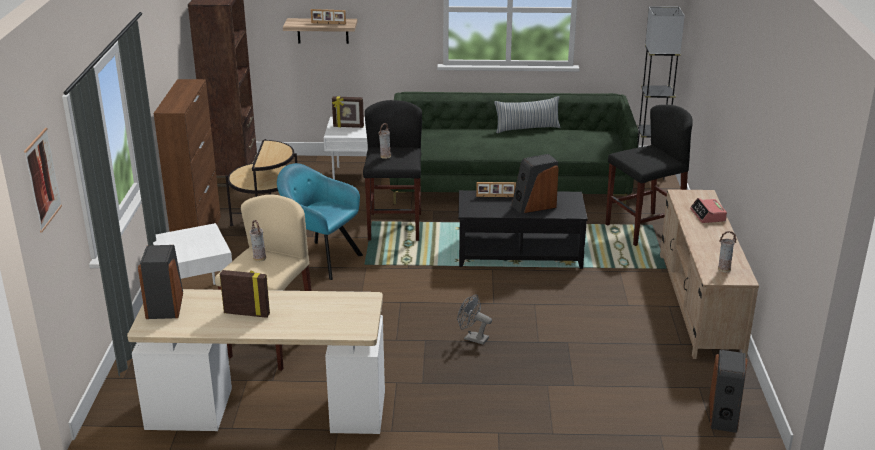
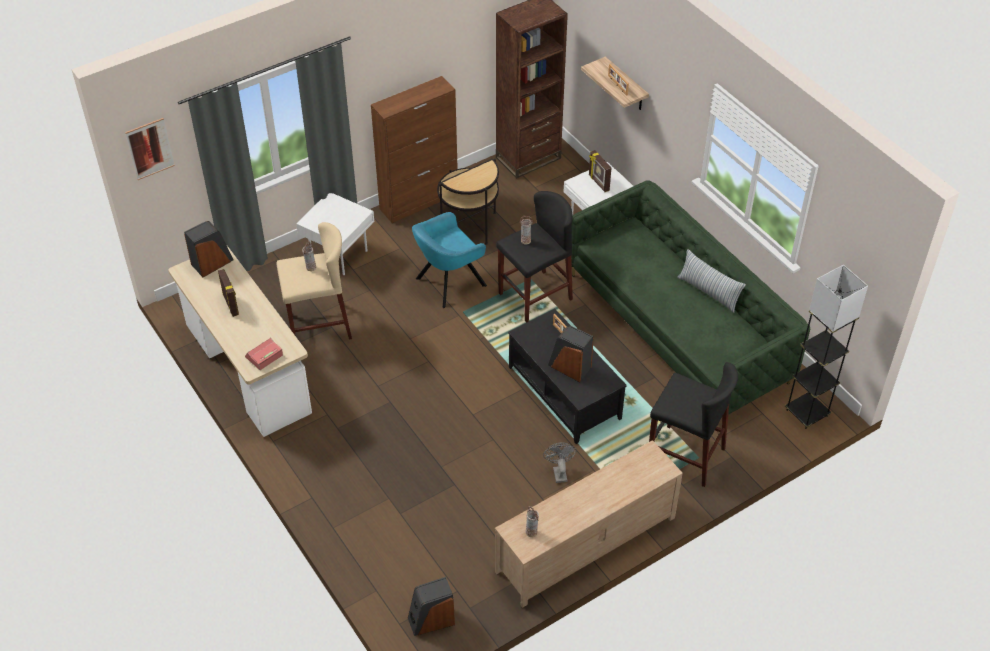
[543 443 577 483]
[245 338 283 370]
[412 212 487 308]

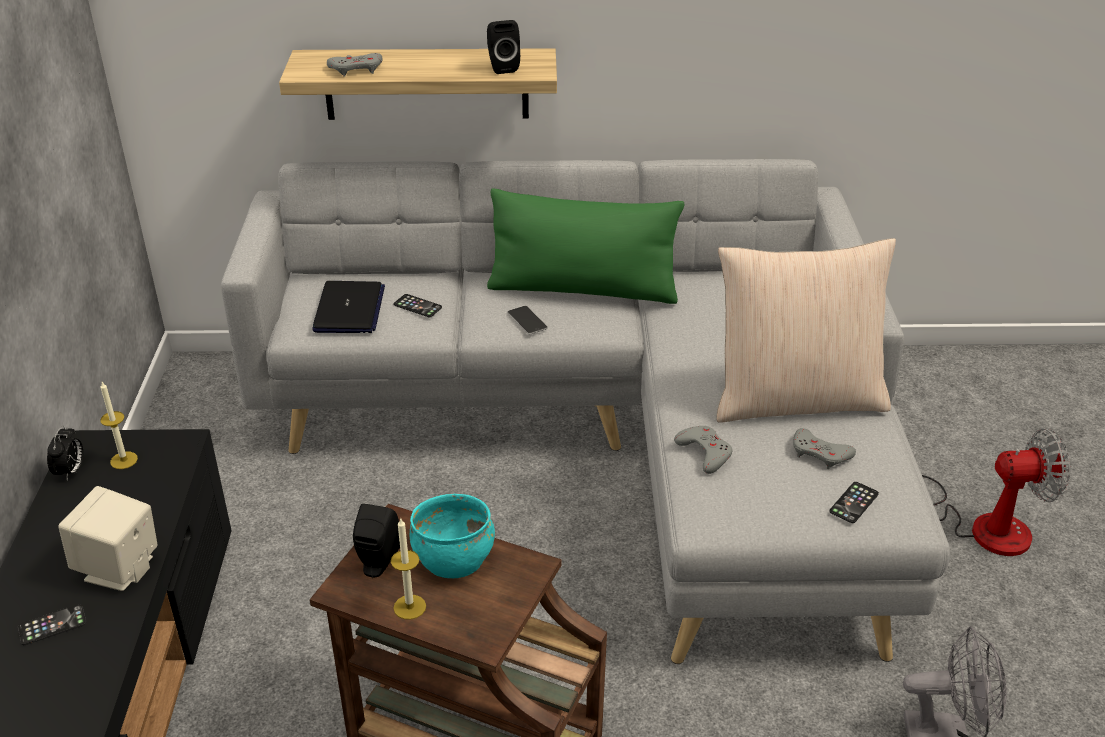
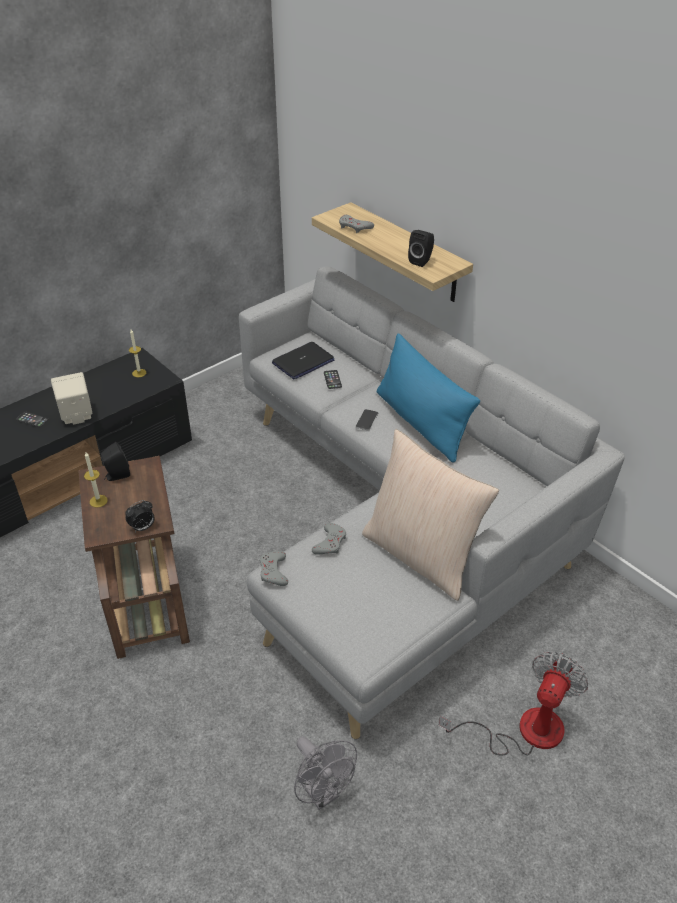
[409 494 495 578] (first image)
[829 482 879 523] (first image)
[125 500 155 532]
[260 551 288 586]
[377 333 480 463]
[439 652 588 756]

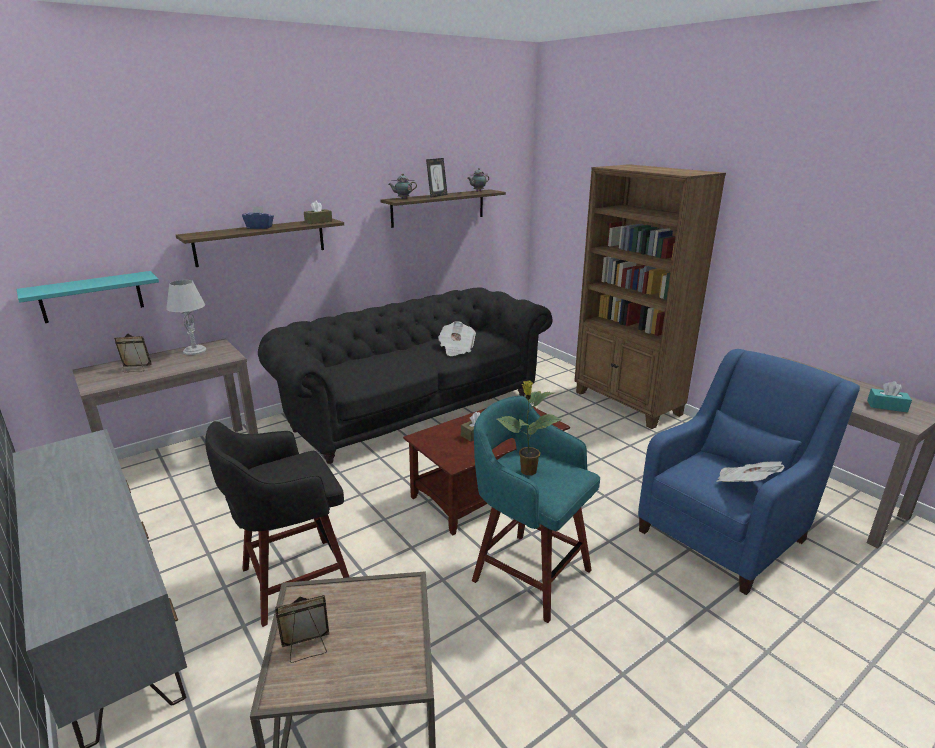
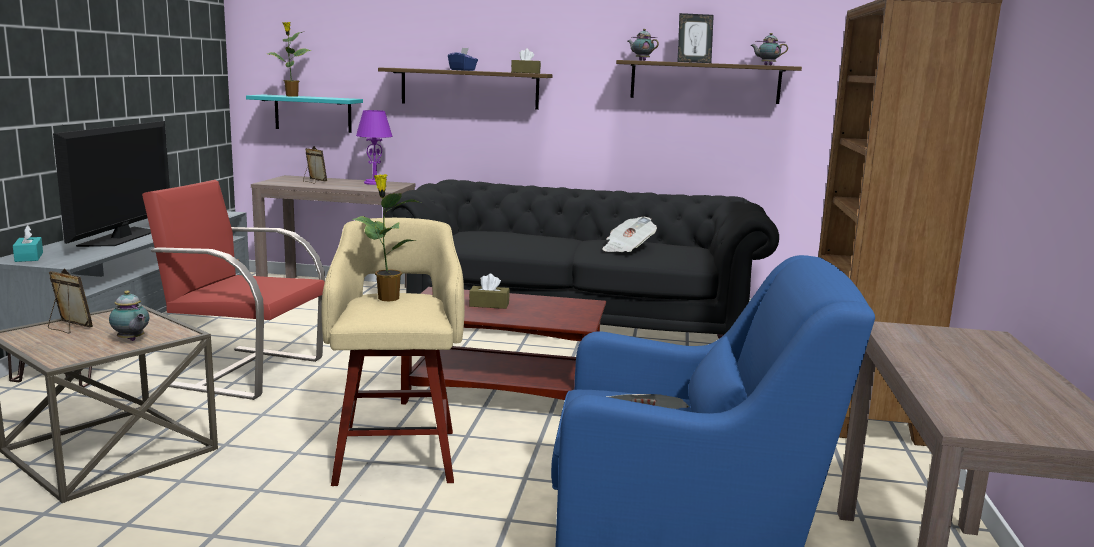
[53 121 170 247]
[109 291 149 341]
[267 22 312 97]
[13 225 43 262]
[142 180 325 400]
[356 110 392 185]
[321 218 465 486]

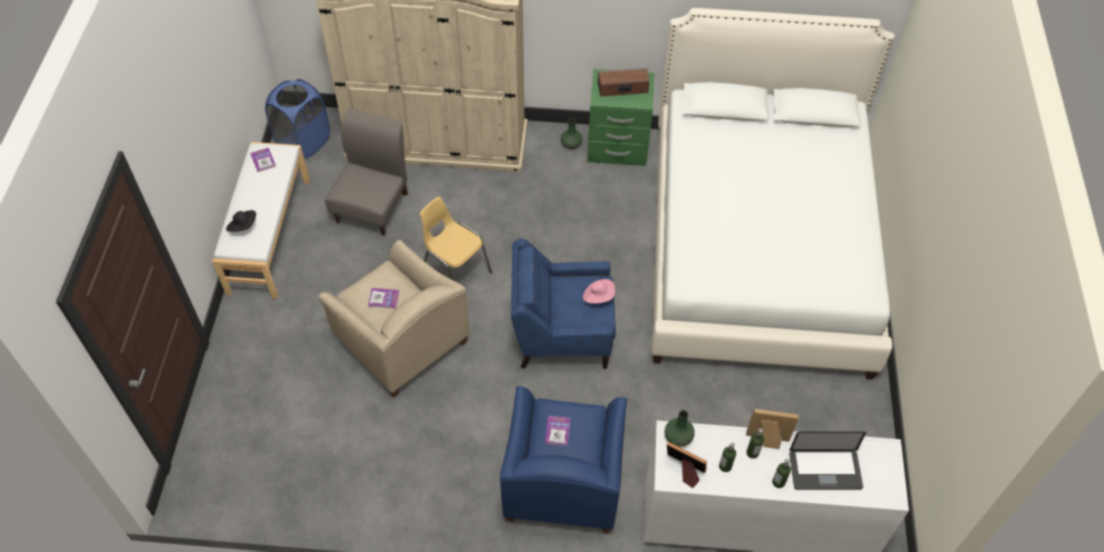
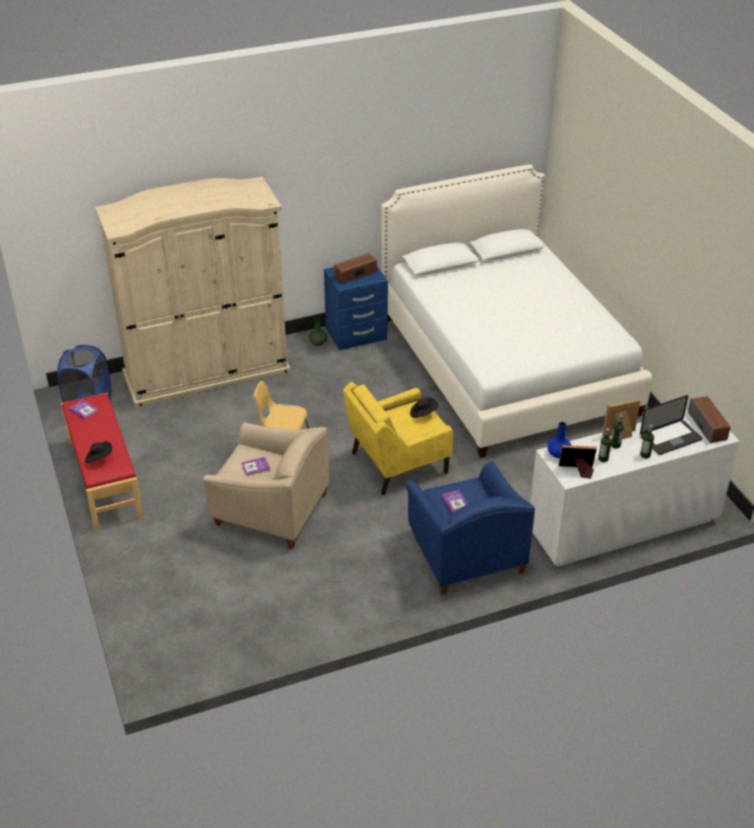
[325 109 408 236] (first image)
[688 396 731 443]
[61 393 144 531]
[343 382 453 495]
[410 398 438 418]
[324 266 388 350]
[547 422 572 458]

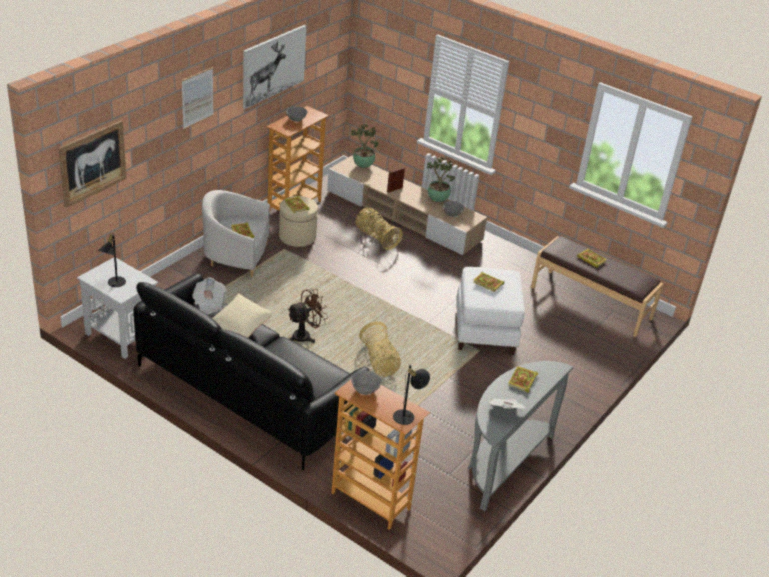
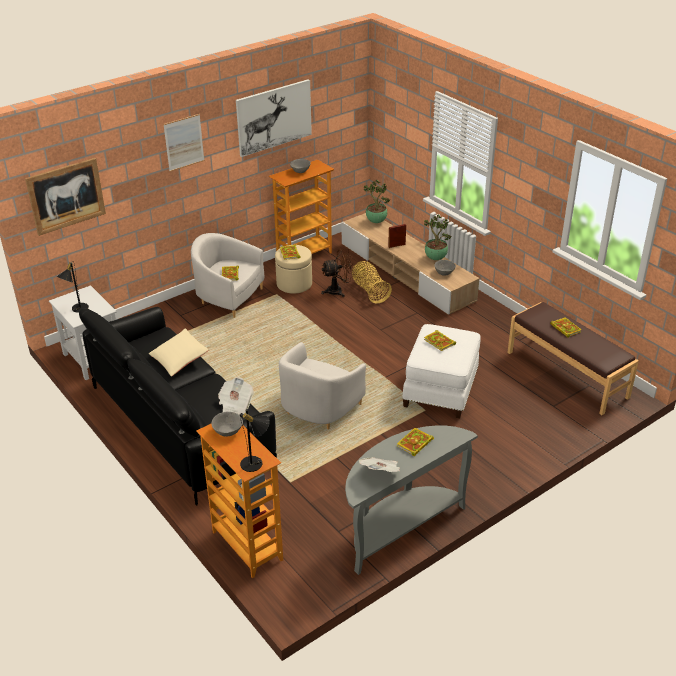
[218 377 254 415]
[321 249 354 297]
[279 342 366 429]

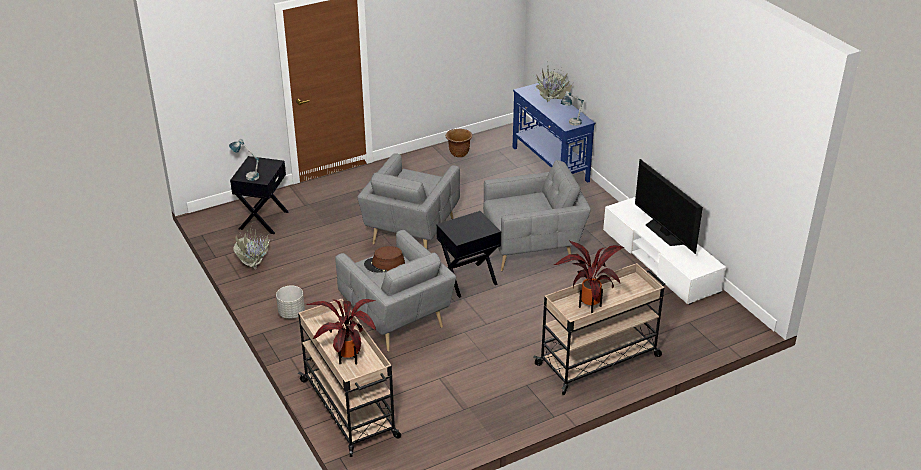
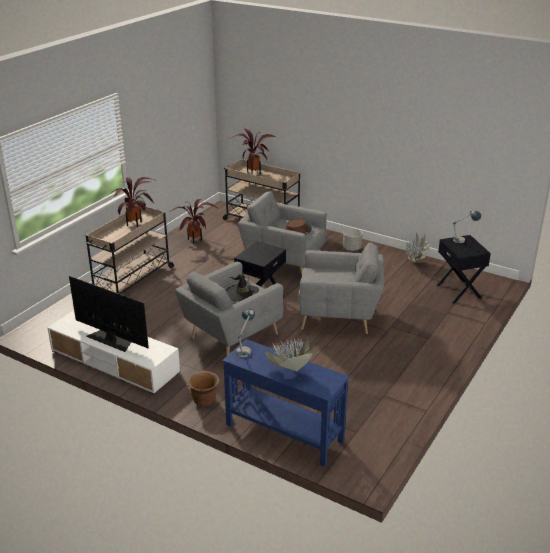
[169 199 217 244]
[226 274 259 302]
[188 371 219 406]
[298 243 384 334]

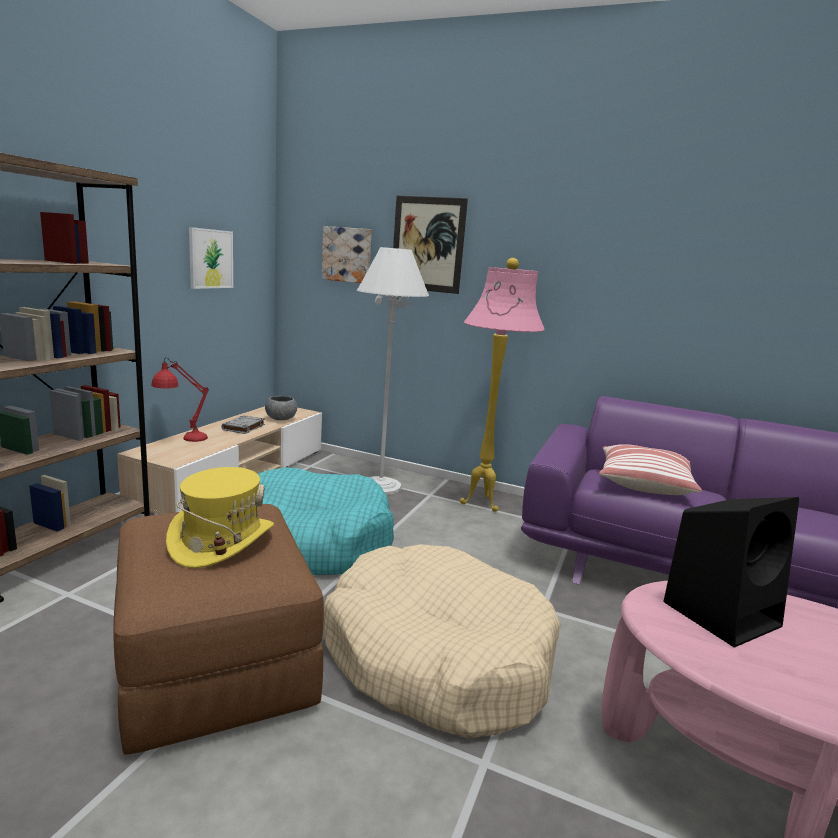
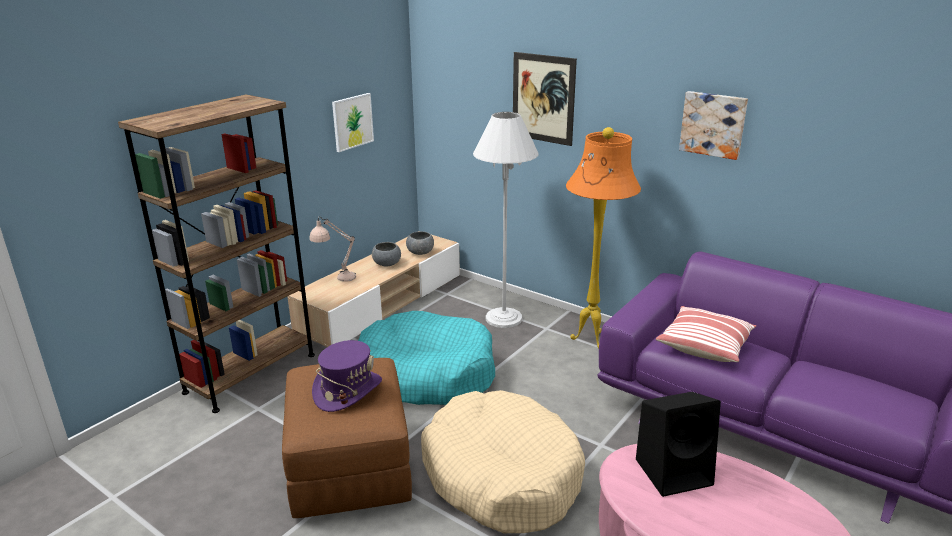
[679 91 748 160]
[372 242 401 267]
[309 216 356 282]
[312 340 382 412]
[566 127 641 349]

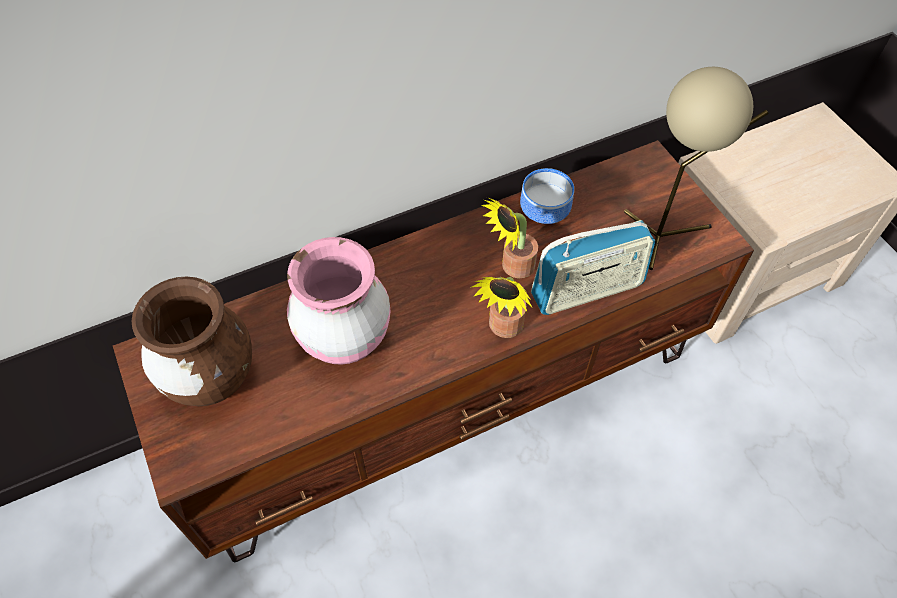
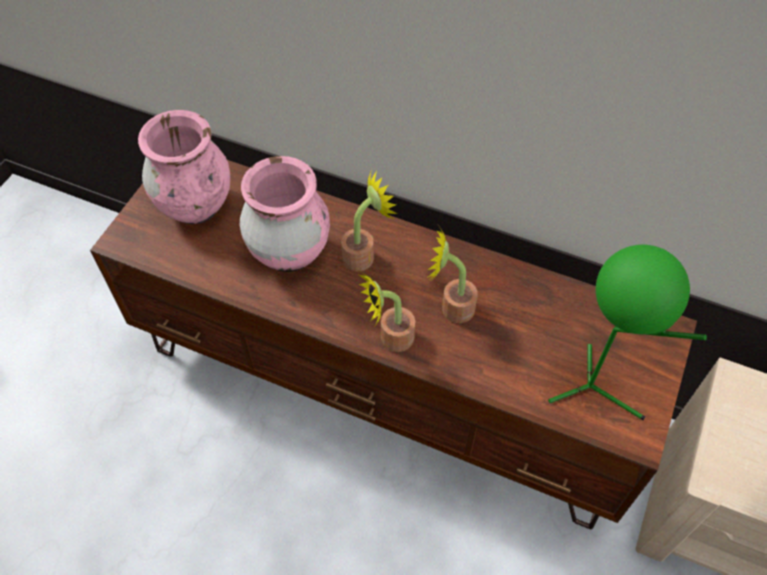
[520 168 574 224] (first image)
[531 220 655 315] (first image)
[341 169 398 271]
[138 110 230 224]
[548 245 707 420]

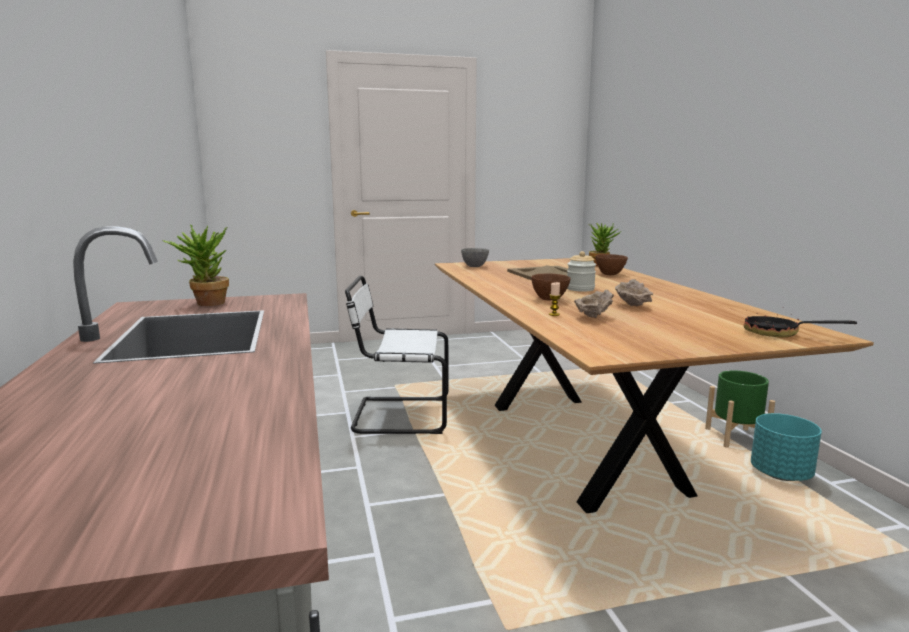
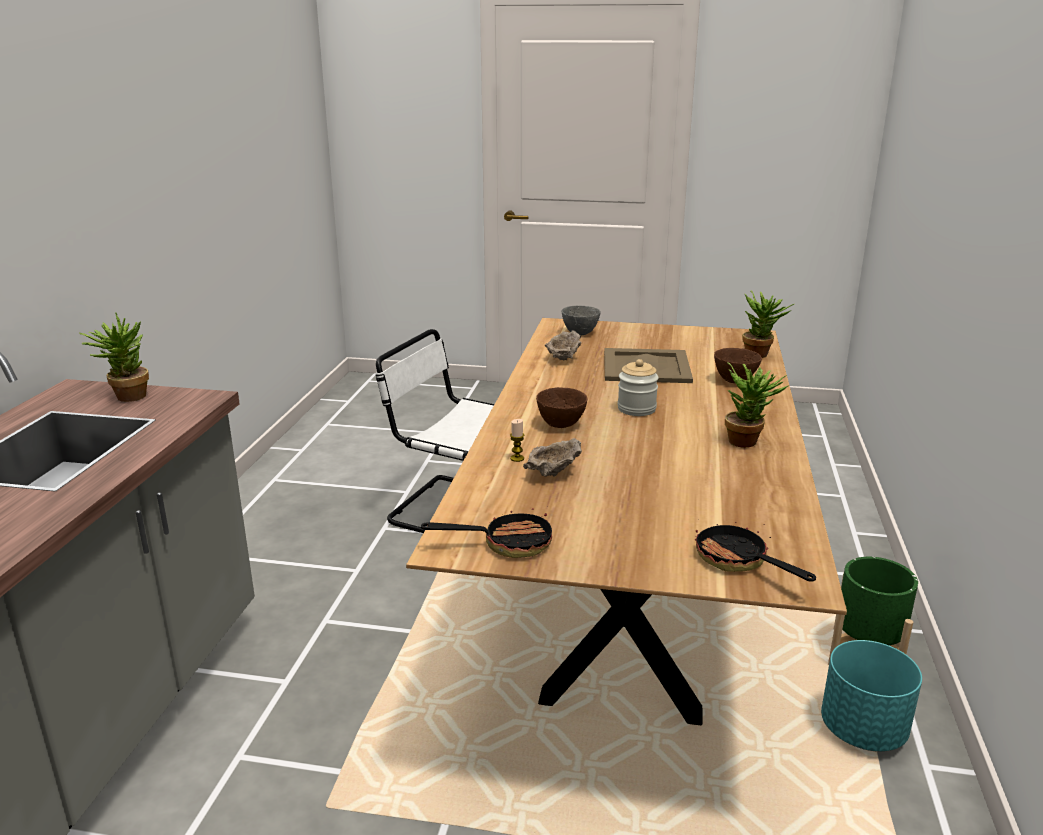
[421 508 552 558]
[725 362 788 448]
[545 330 581 360]

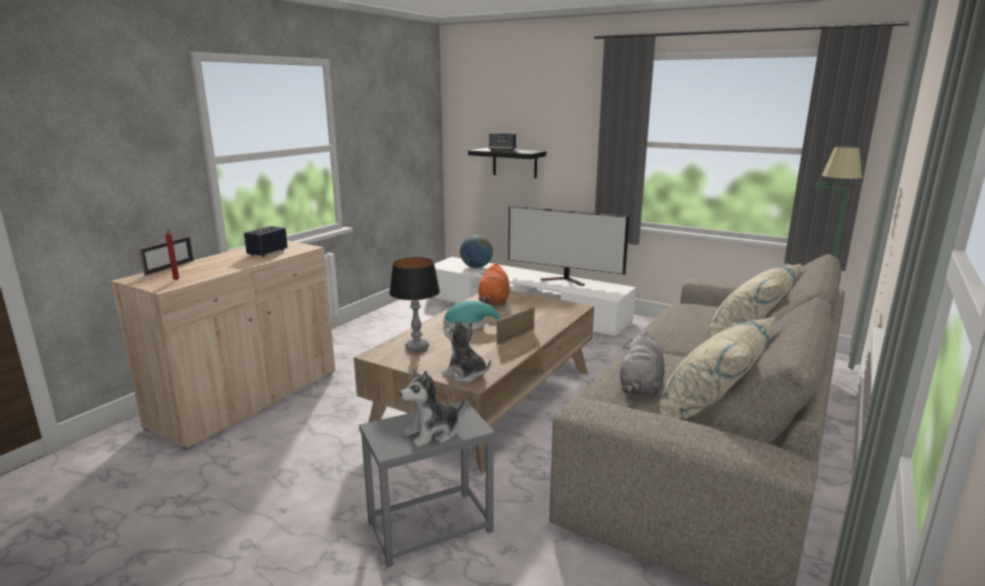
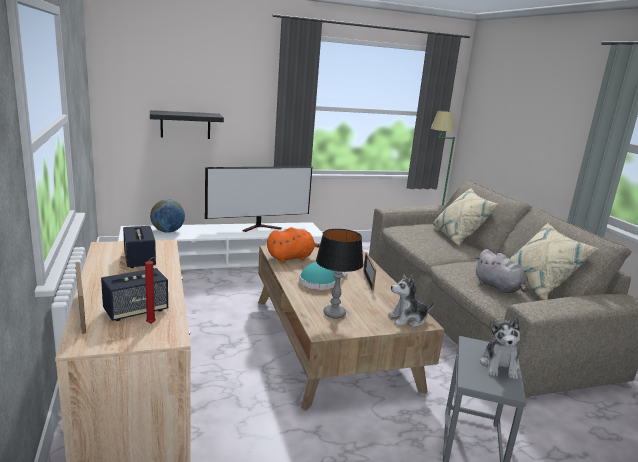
[101 268 168 321]
[267 227 320 262]

